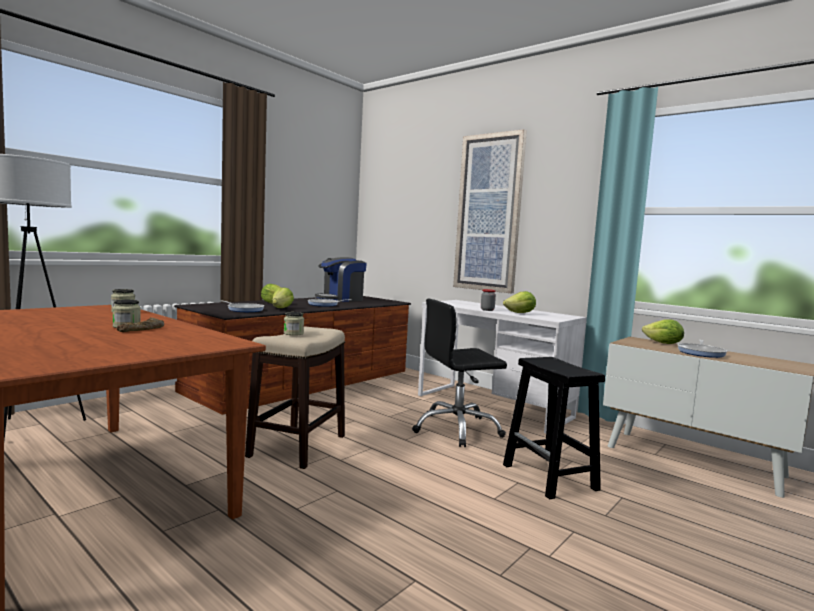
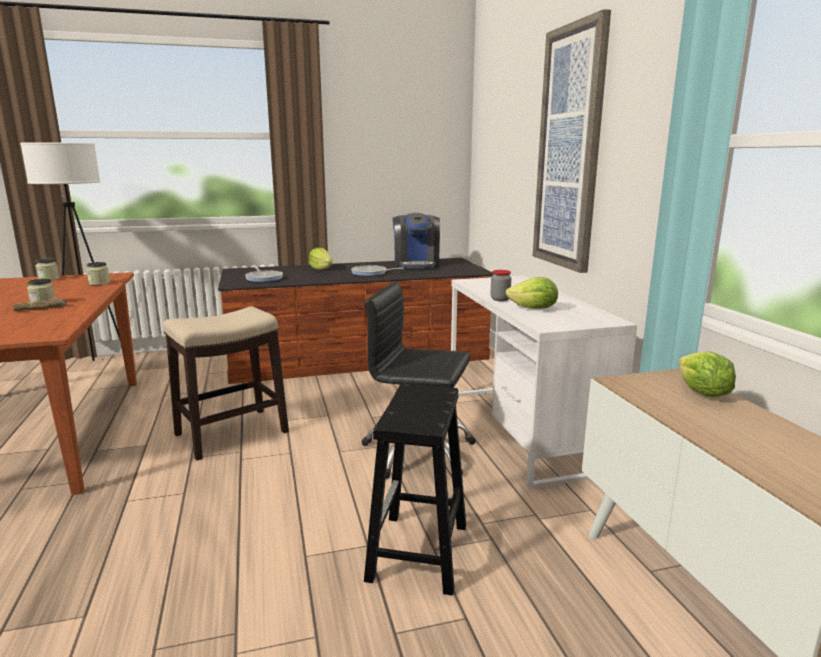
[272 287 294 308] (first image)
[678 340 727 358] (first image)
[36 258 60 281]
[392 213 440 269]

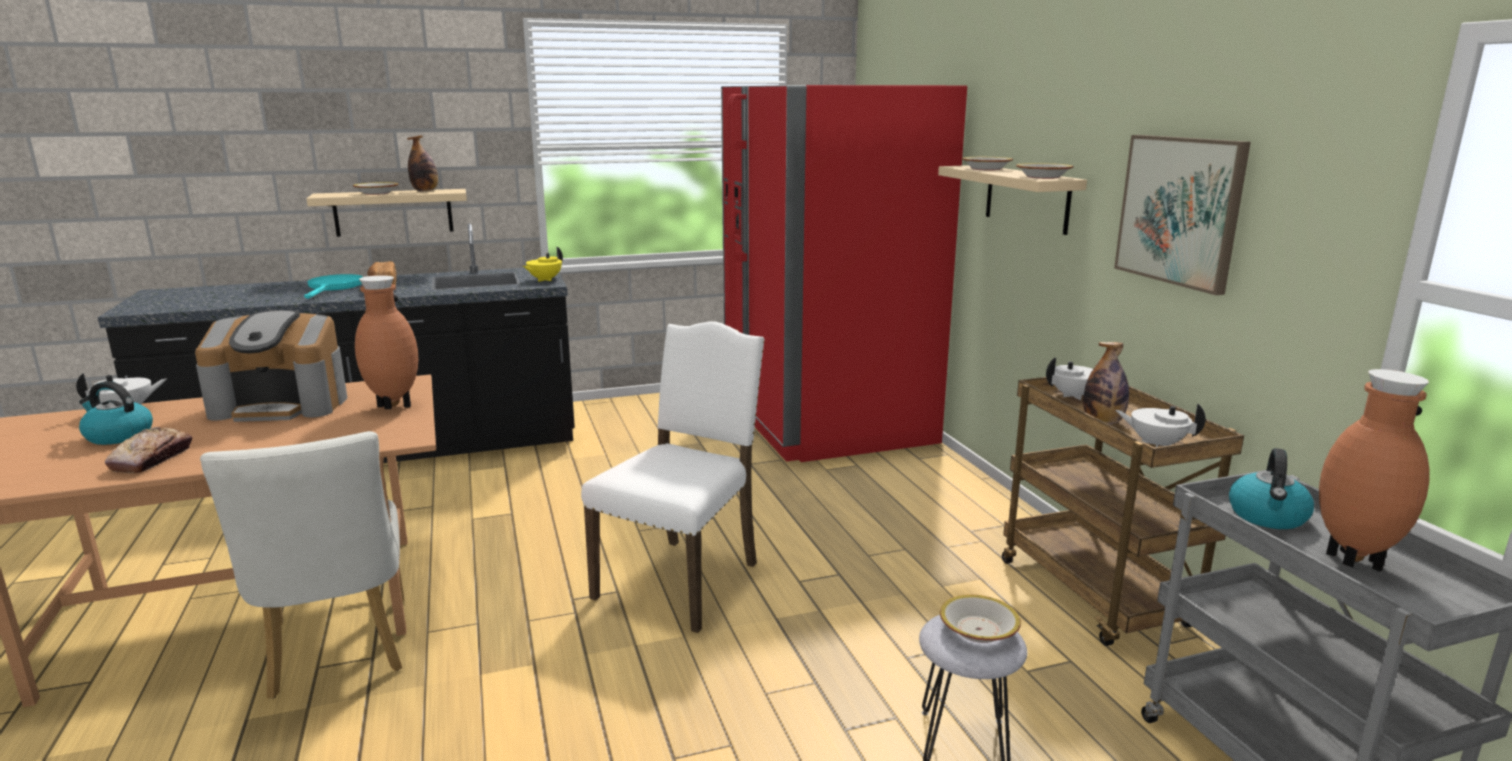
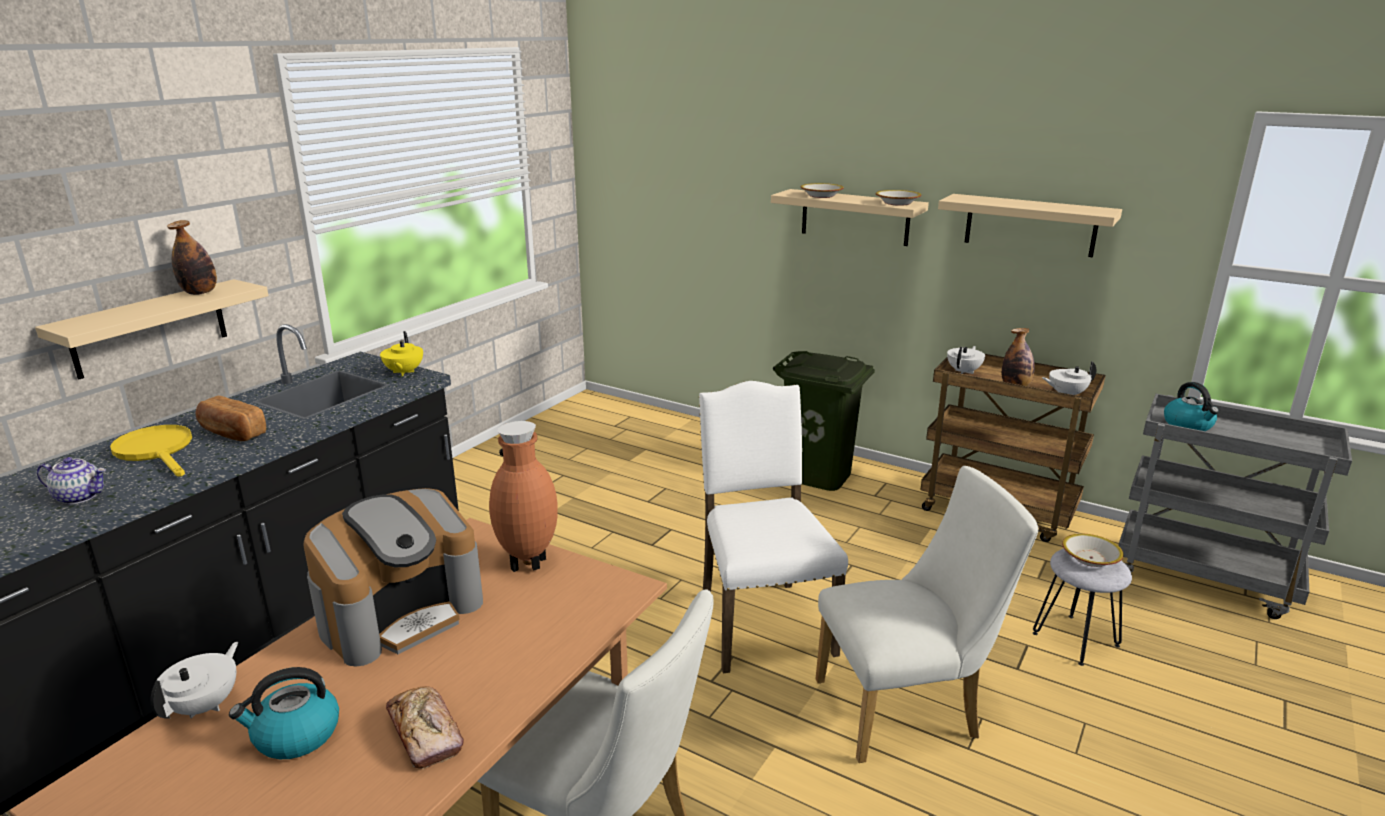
[353 182 399 195] (first image)
[721 85 967 462] (first image)
[1319 369 1430 572] (first image)
[37 457 106 504]
[773 351 875 491]
[816 466 1038 763]
[938 194 1122 257]
[110 425 192 476]

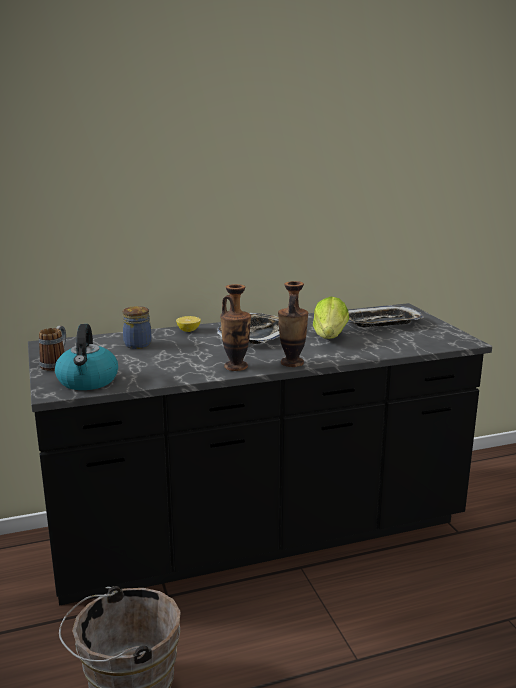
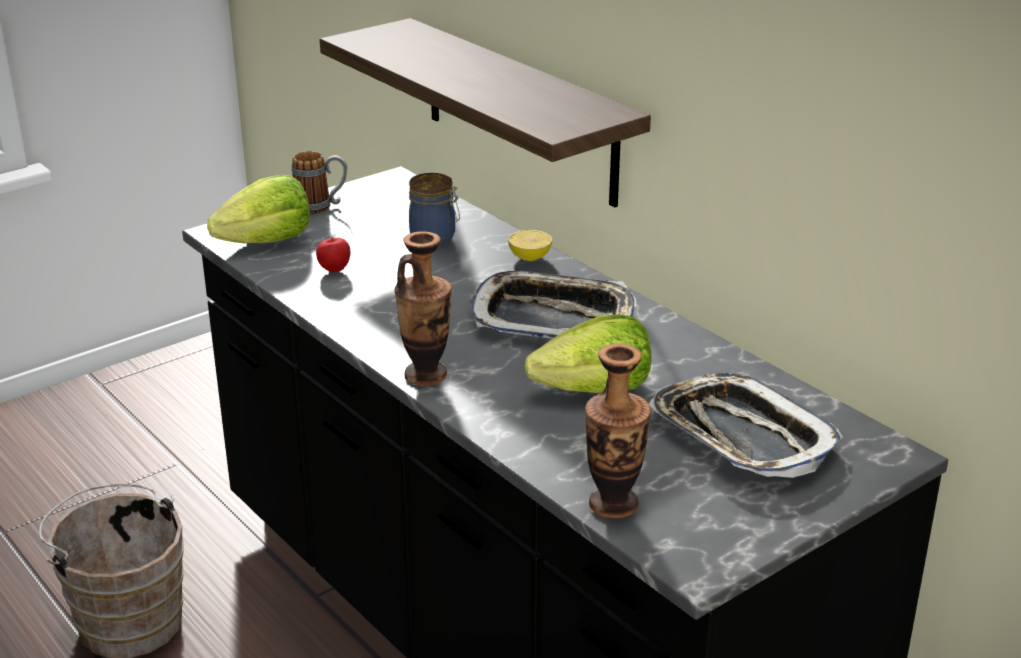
[316 237 350 272]
[320 18 651 207]
[585 344 651 519]
[207 175 310 243]

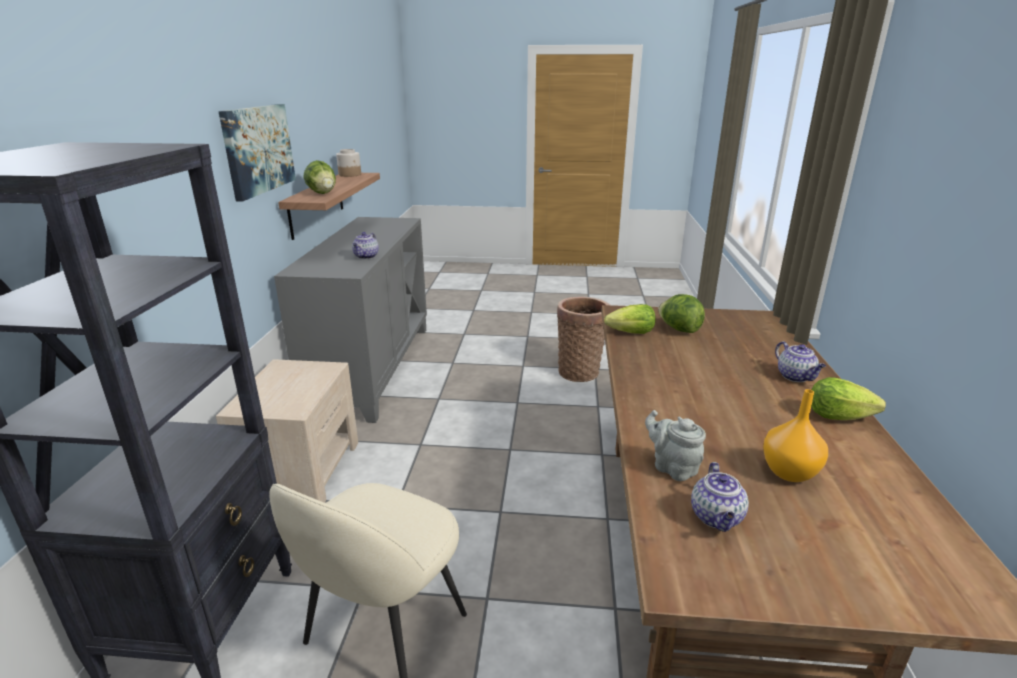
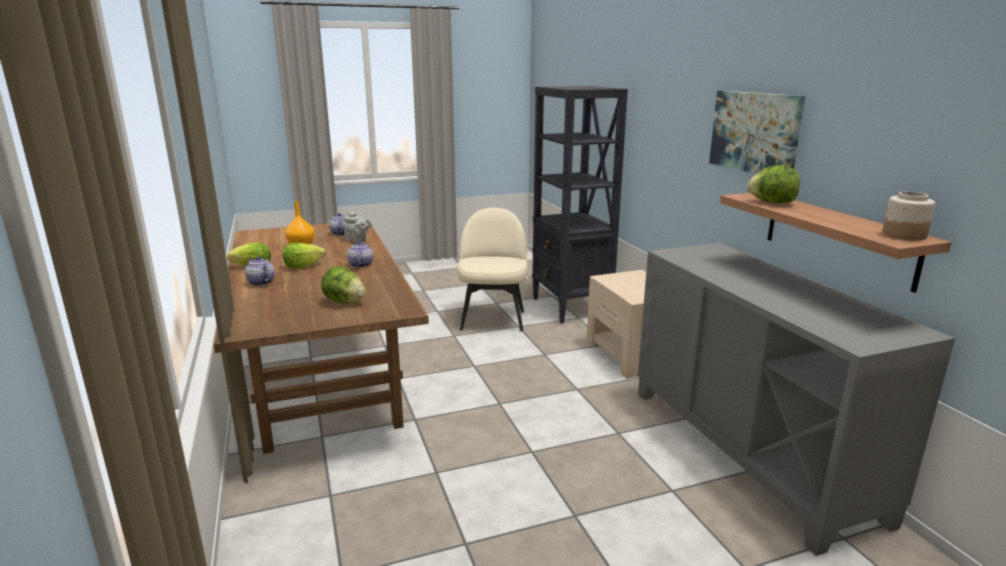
[557 297 610 382] (first image)
[347 241 373 268]
[283 243 325 268]

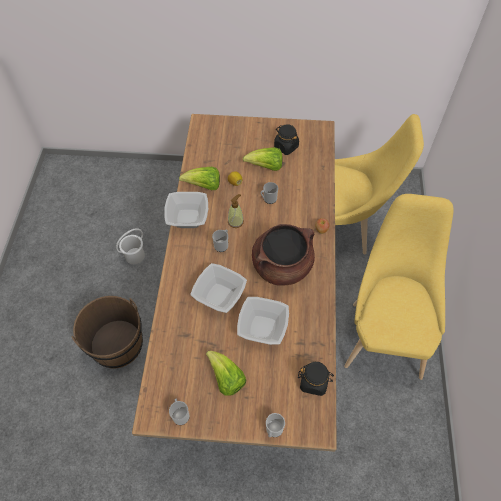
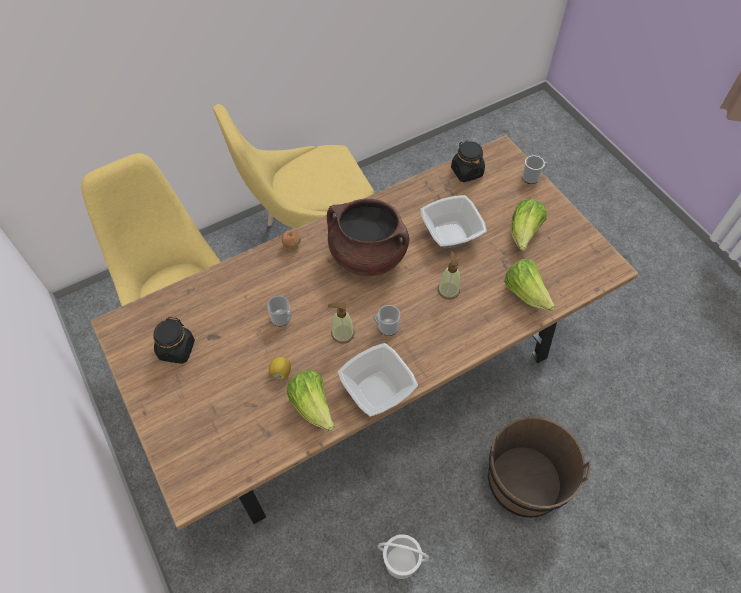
[169 398 189 425] (first image)
[504 259 556 311]
[438 251 460 300]

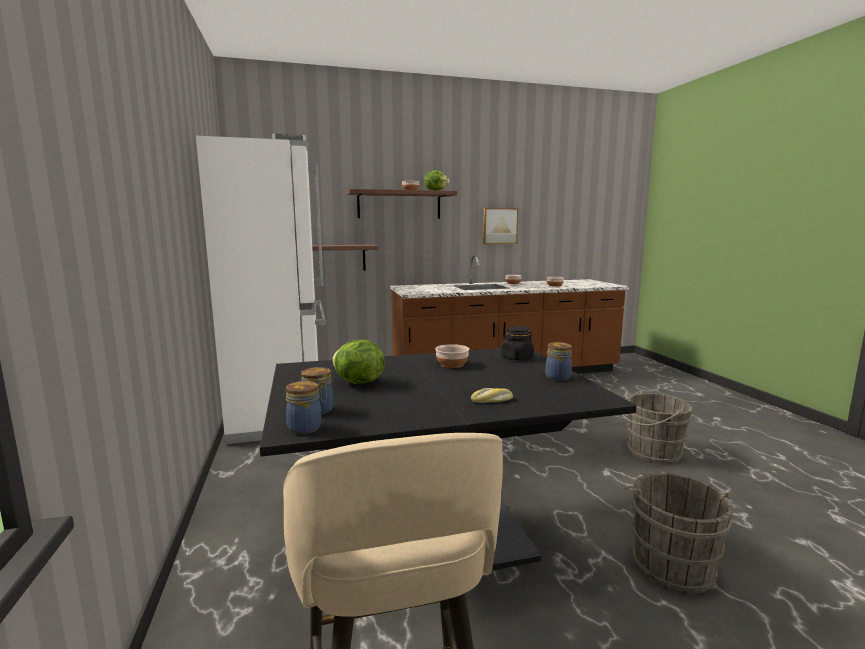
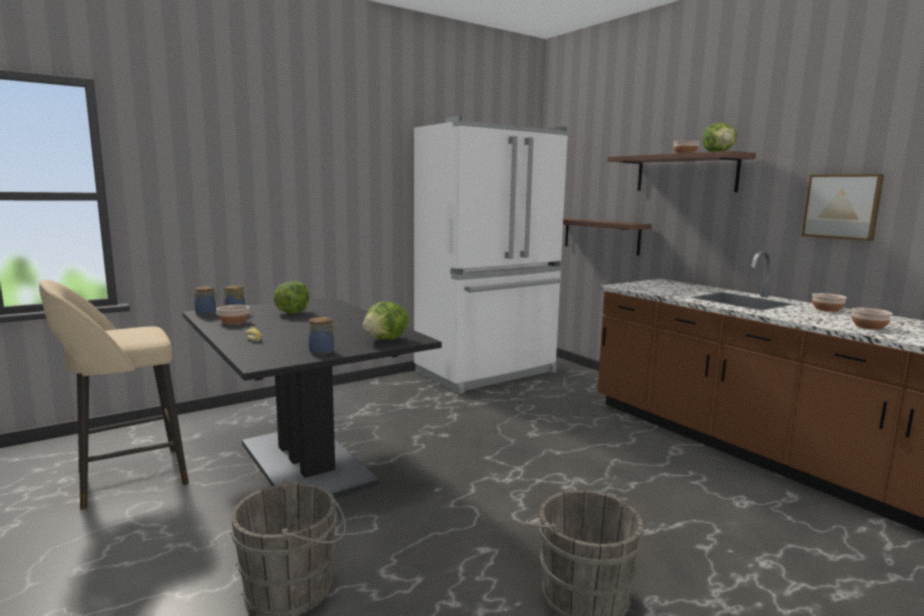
[217 305 249 325]
[363 301 409 340]

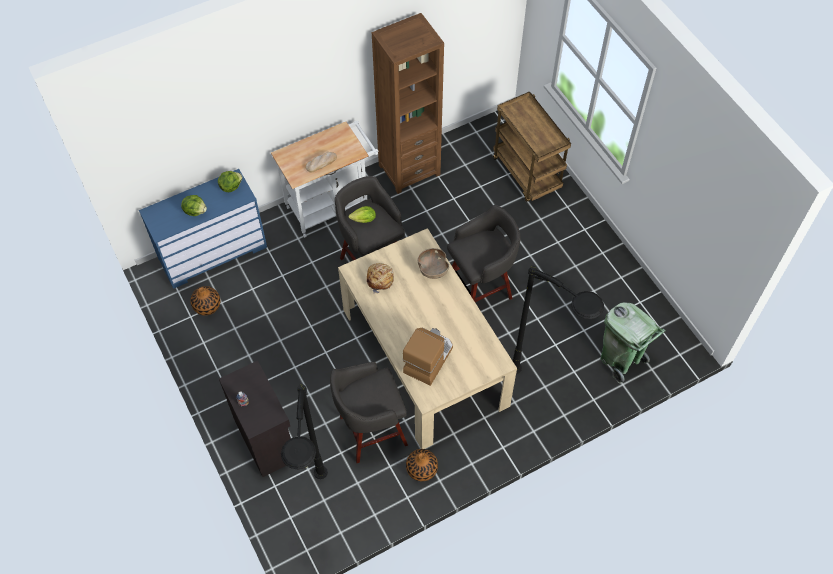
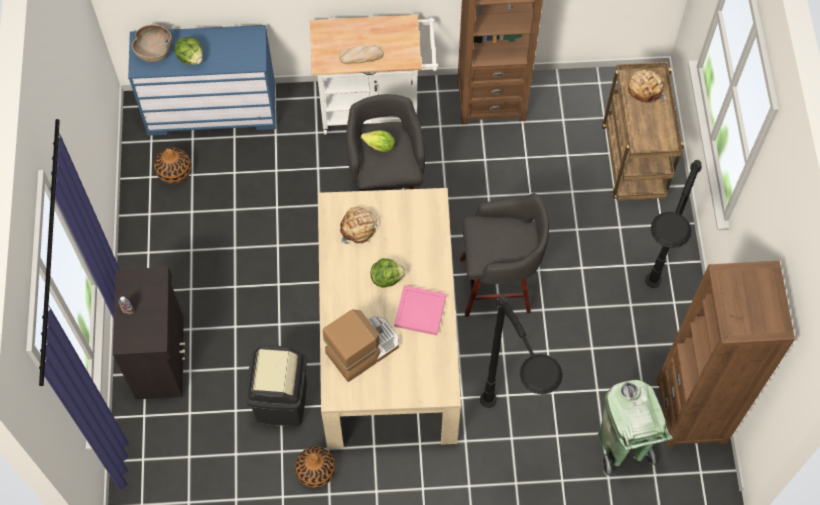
[394 285 446 335]
[628 70 666 103]
[657 261 795 447]
[370 258 405 288]
[645 160 702 288]
[132 25 172 62]
[246 345 307 426]

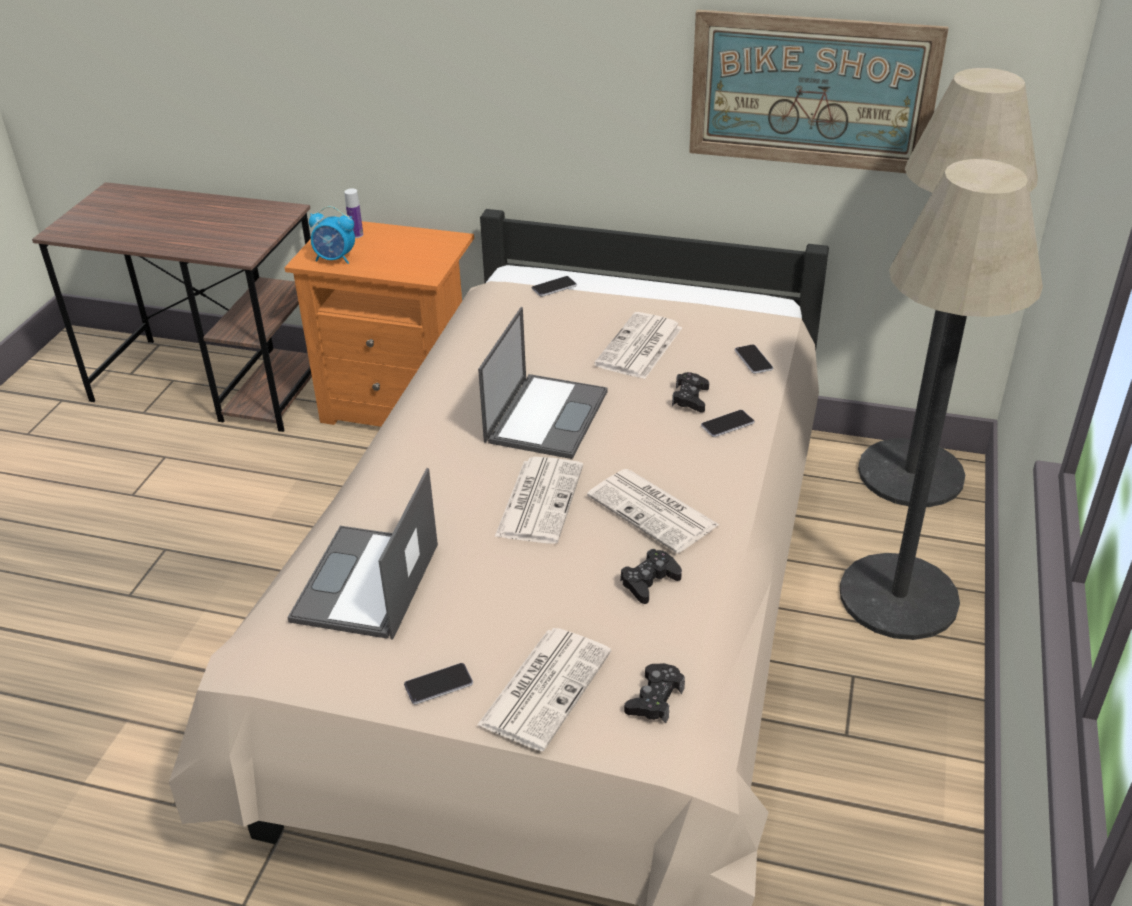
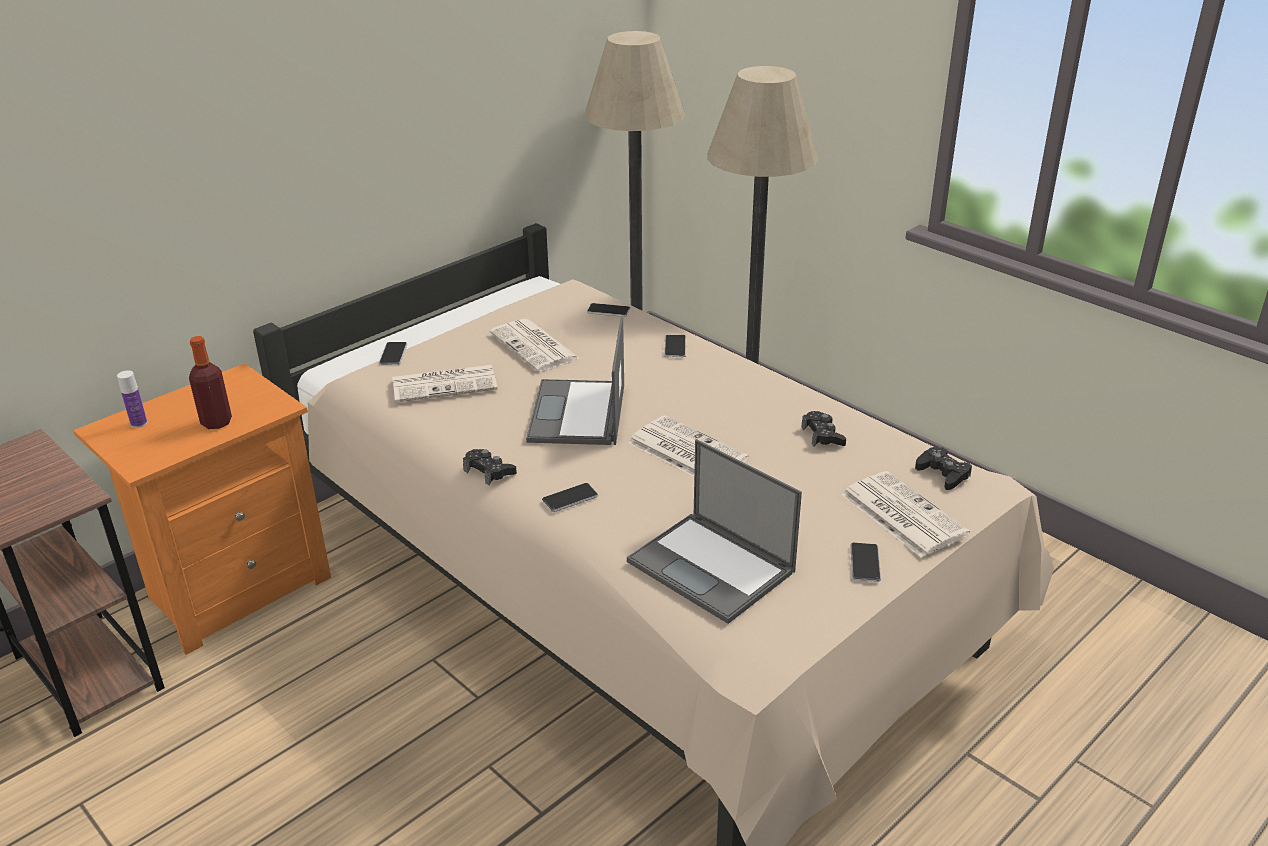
[309 206 355 264] (first image)
[689 10 949 173] (first image)
[189 336 232 429]
[542 483 598 512]
[392 365 497 403]
[463 449 517 486]
[526 316 624 445]

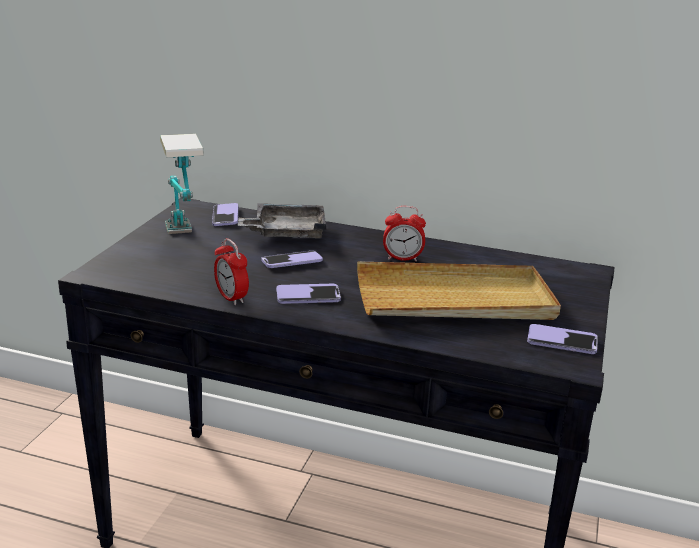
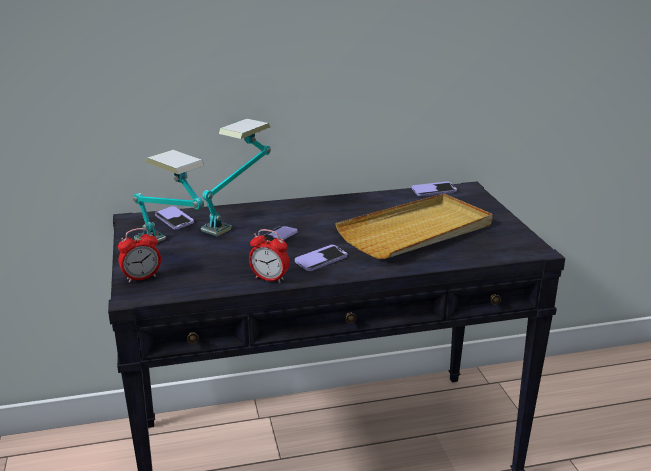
[118 228 161 283]
[412 182 457 196]
[200 119 271 236]

